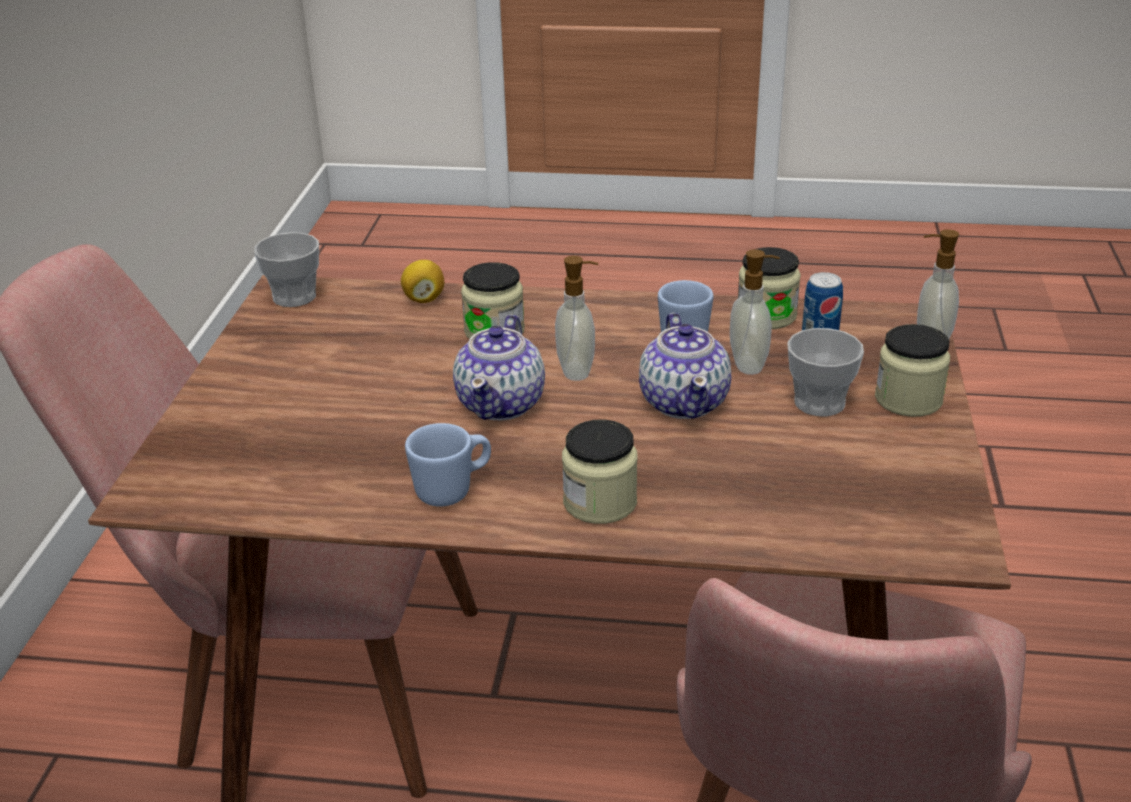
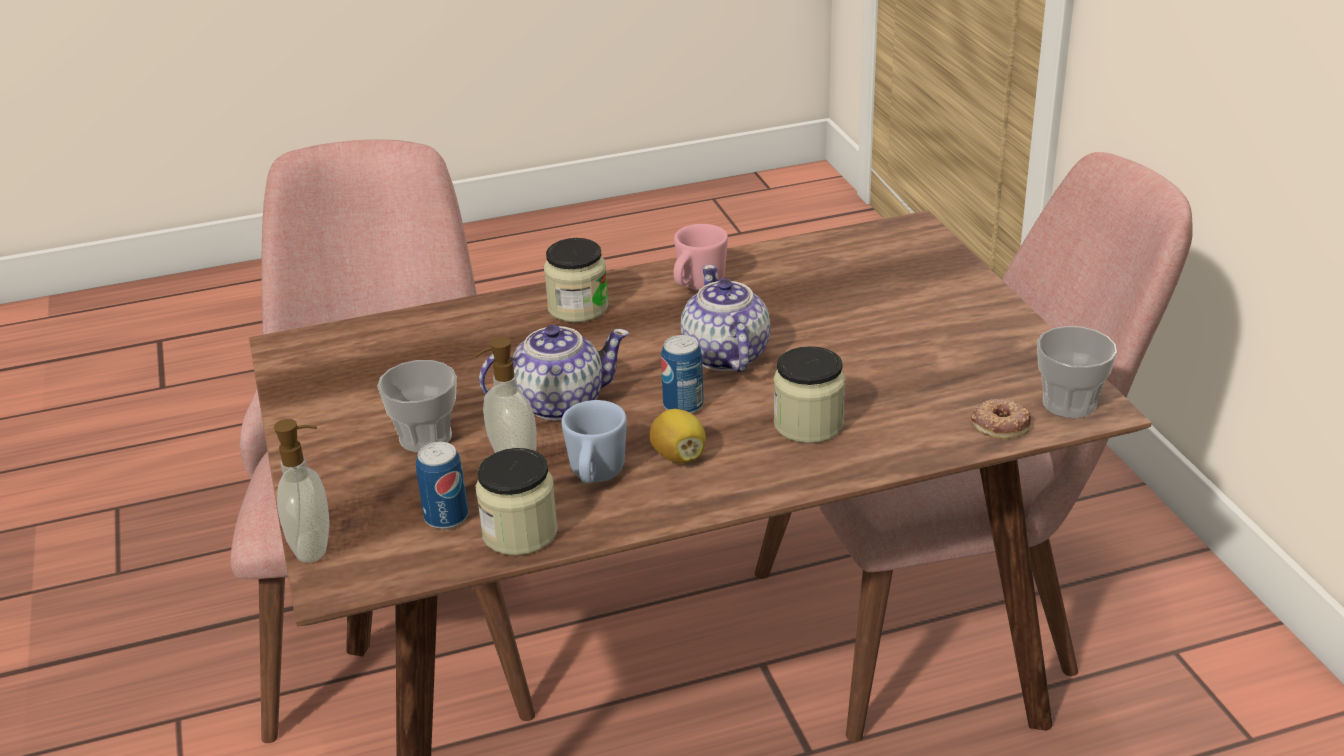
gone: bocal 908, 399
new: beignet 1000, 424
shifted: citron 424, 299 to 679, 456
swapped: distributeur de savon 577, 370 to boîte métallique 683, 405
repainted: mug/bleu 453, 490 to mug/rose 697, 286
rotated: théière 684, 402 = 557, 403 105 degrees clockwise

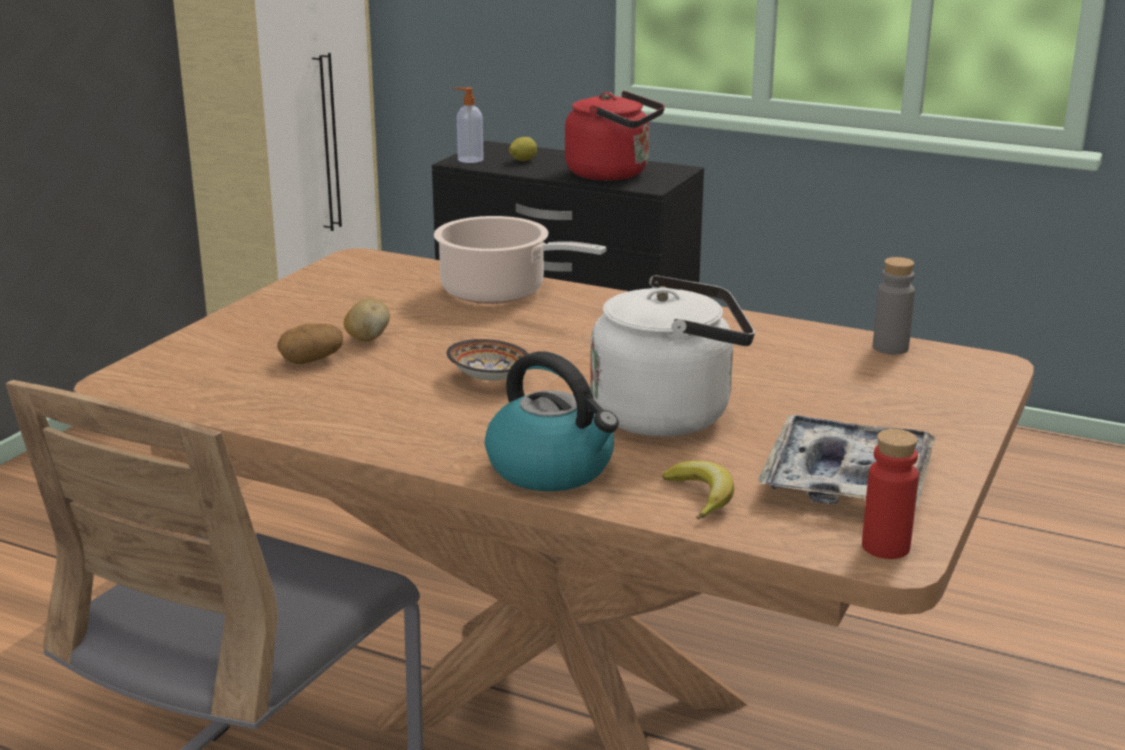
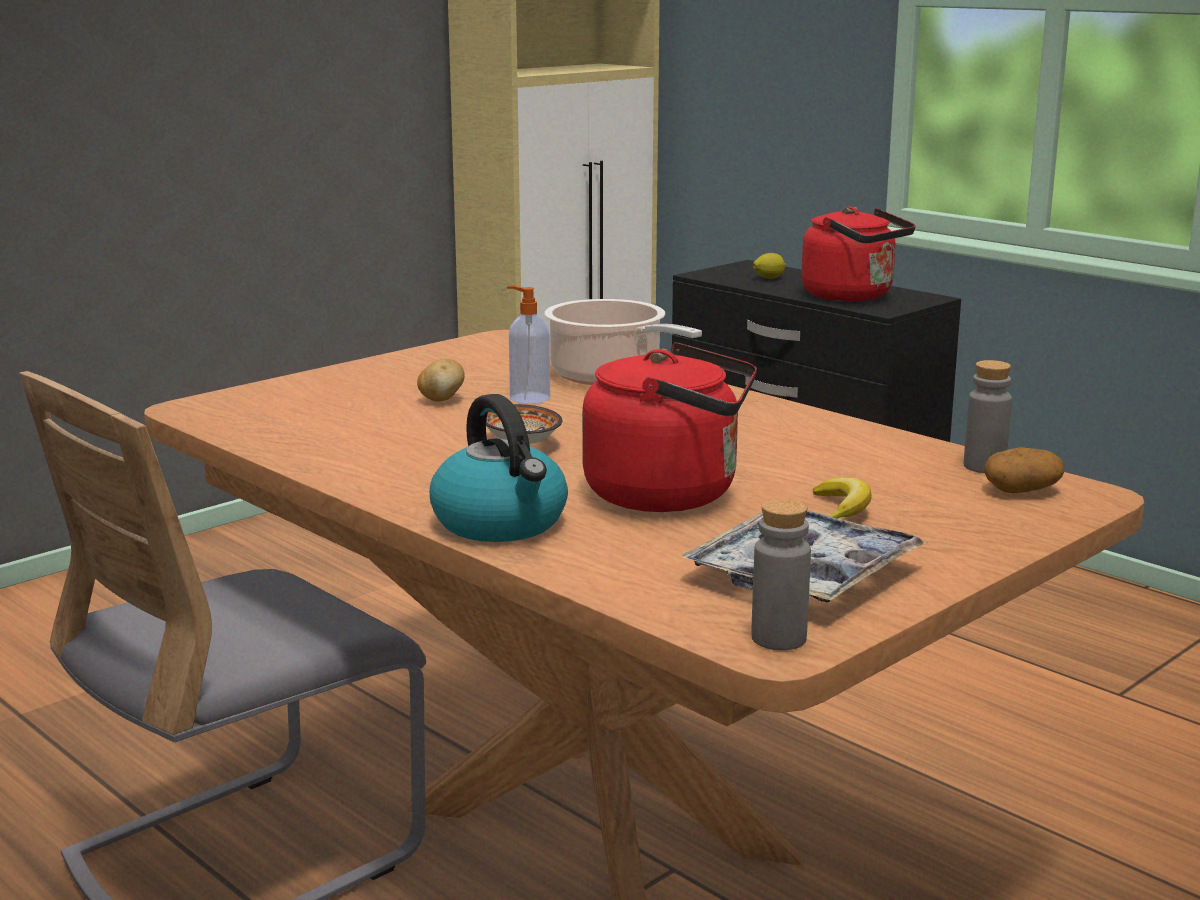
shifted: distributeur de savon 469, 160 to 528, 398; pomme de terre 312, 359 to 1022, 490; banane 701, 496 to 841, 510
repainted: bouilloire/blanc 669, 415 to bouilloire/rouge 671, 495; bouteille/rouge 885, 547 to bouteille/gris 778, 638

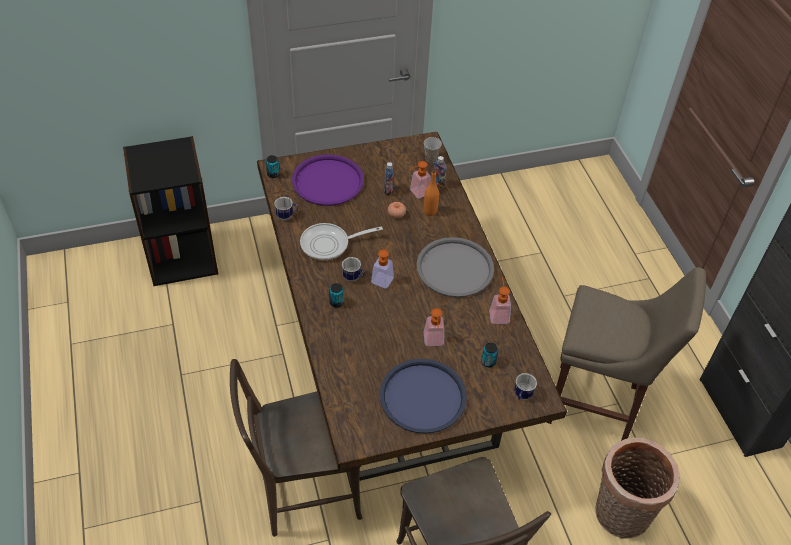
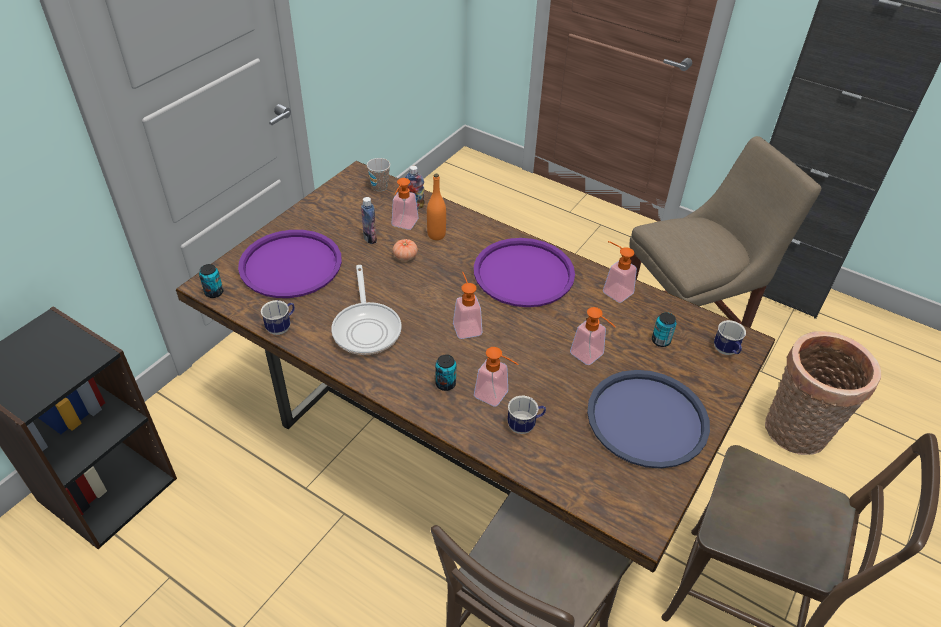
new: distributeur de savon 496, 396
shifted: mug 353, 278 to 525, 425
repainted: plateau/gris 455, 268 to plateau/violet 524, 273
rotated: poêle 329, 244 = 367, 328 45 degrees counterclockwise

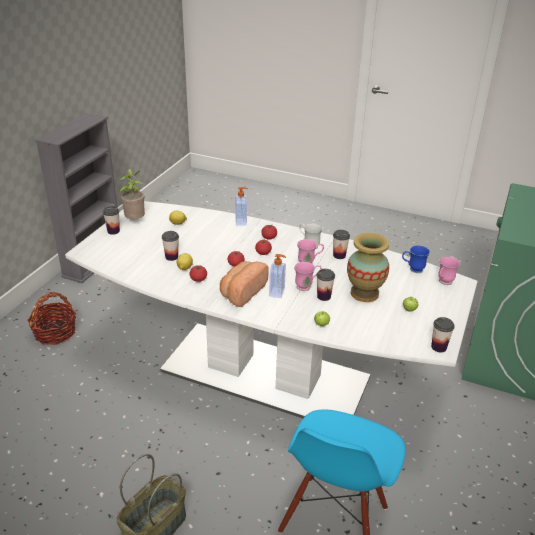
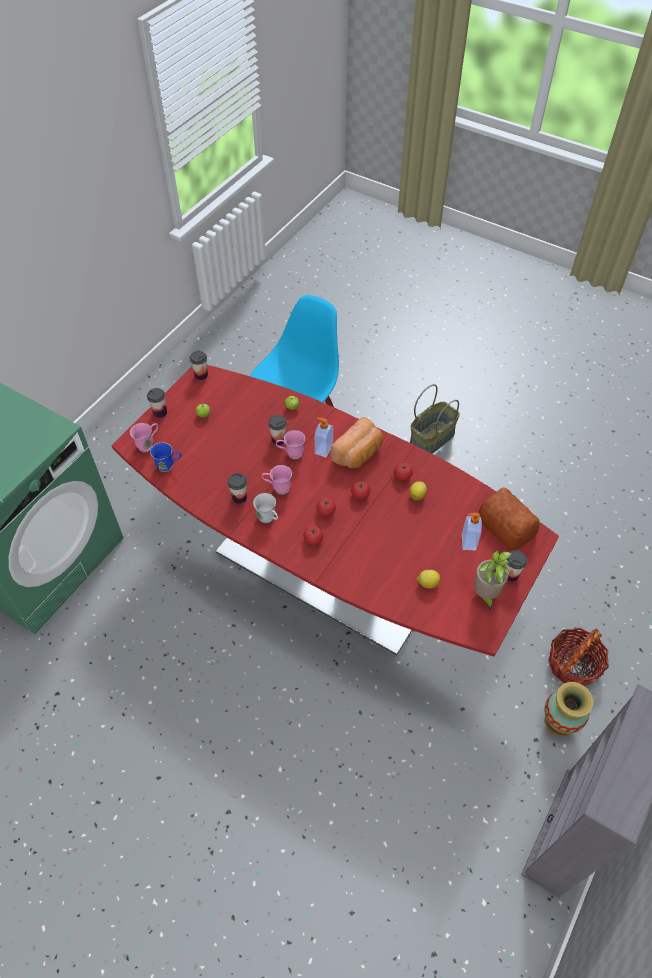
new: pain 506, 524
shifted: distributeur de savon 241, 222 to 468, 542; tasse 171, 257 to 160, 412; vase 364, 293 to 558, 722
repainted: table à manger/blanc 264, 373 to table à manger/rouge 326, 570

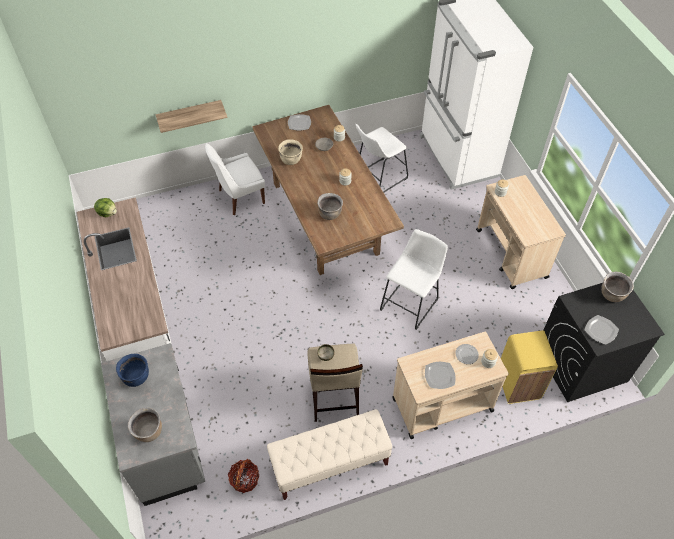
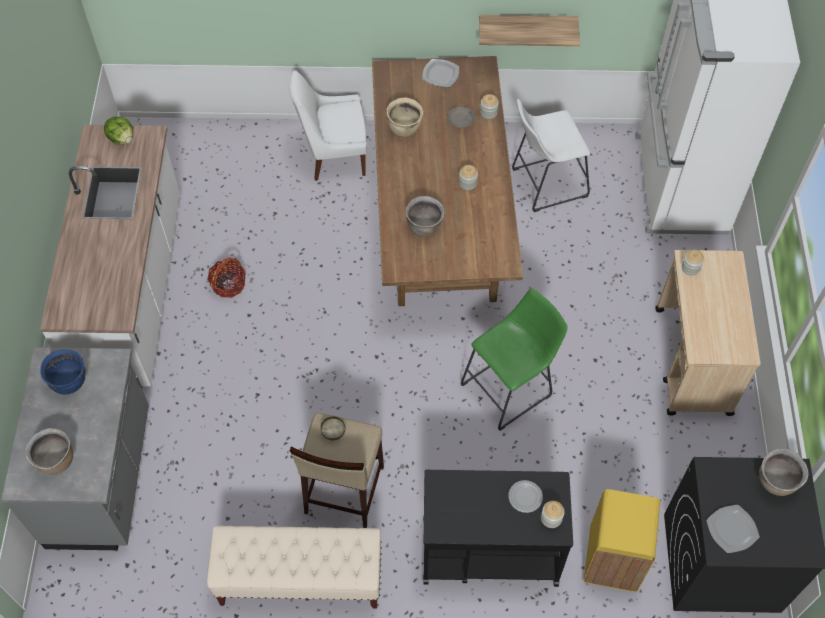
gone: assiette 439, 376
shifted: étagère 190, 115 to 527, 27; panier 244, 479 to 228, 284
repainted: tabouret/blanc 411, 302 to tabouret/vert 510, 388; chariot/beige 441, 404 to chariot/noir 489, 550

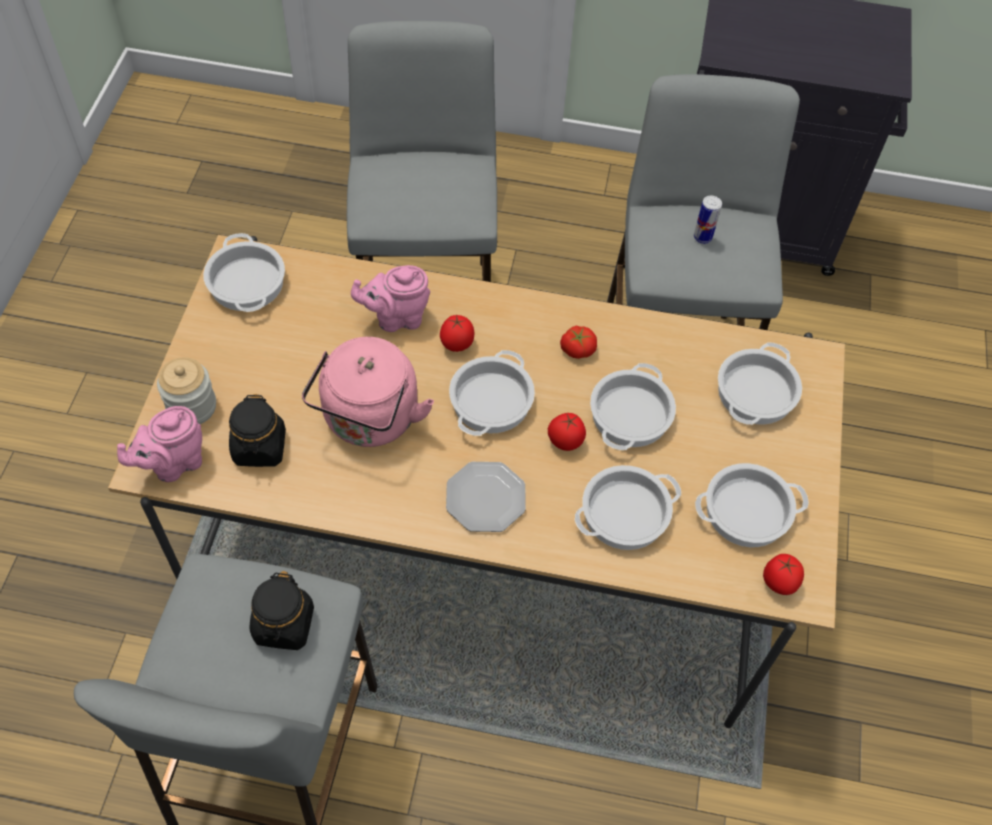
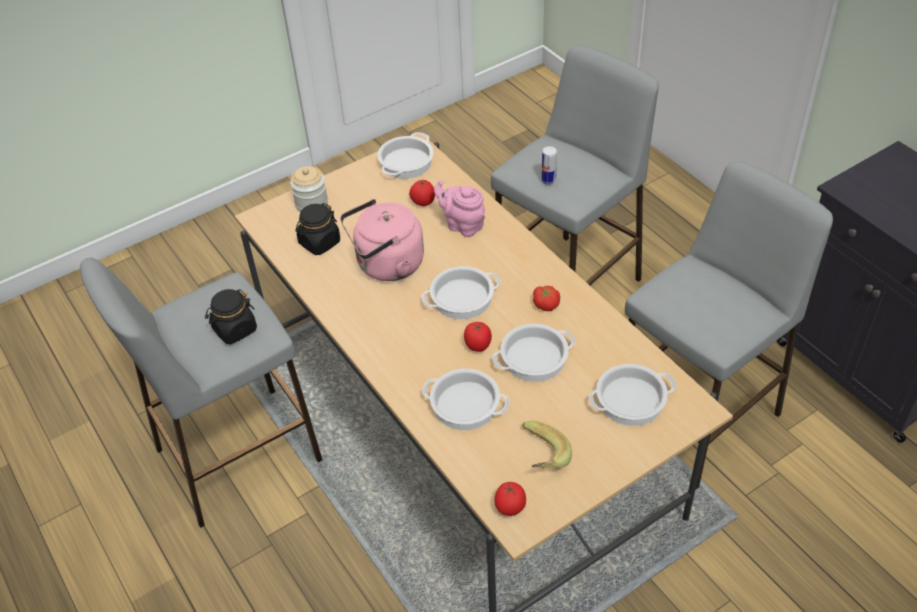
gone: théière/rose 173, 463; assiette 485, 497
shifted: boîte métallique 702, 237 to 548, 180; tomate 456, 344 to 423, 202
swapped: marmite 746, 512 to banane 539, 457

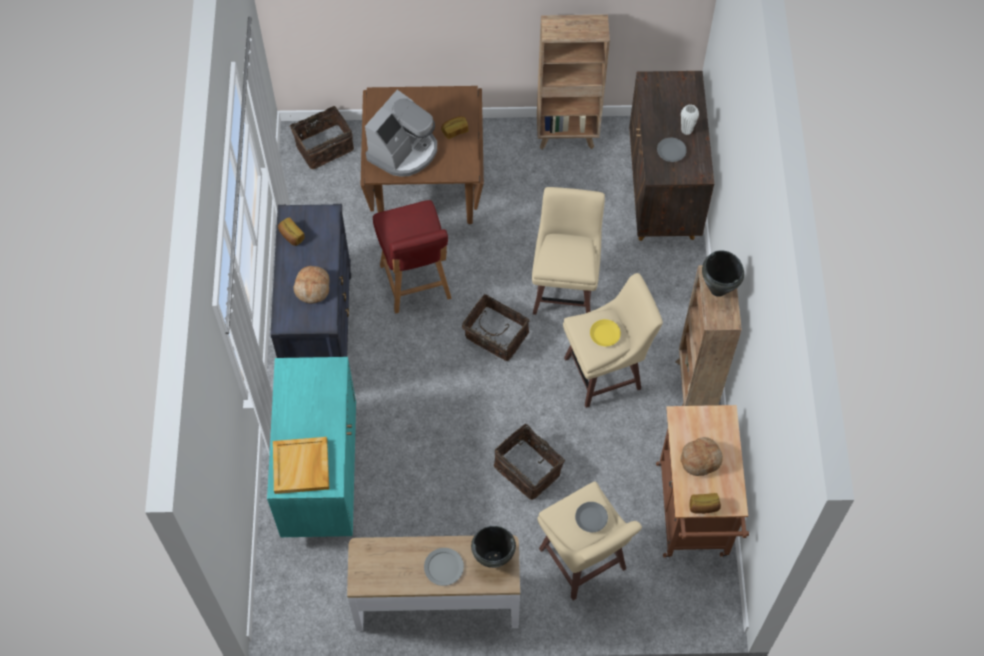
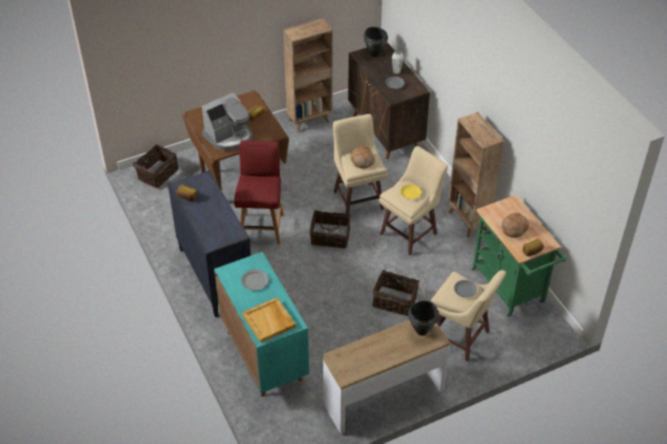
shifted: marmite/noir 718, 289 to 375, 53; pain 312, 287 to 362, 160; assiette/gris 444, 567 to 255, 280
repainted: chariot/marron 692, 517 to chariot/vert 510, 289
rotated: machine à café 403, 151 = 229, 136 45 degrees clockwise; chaise/rouge 415, 283 = 262, 227 135 degrees counterclockwise

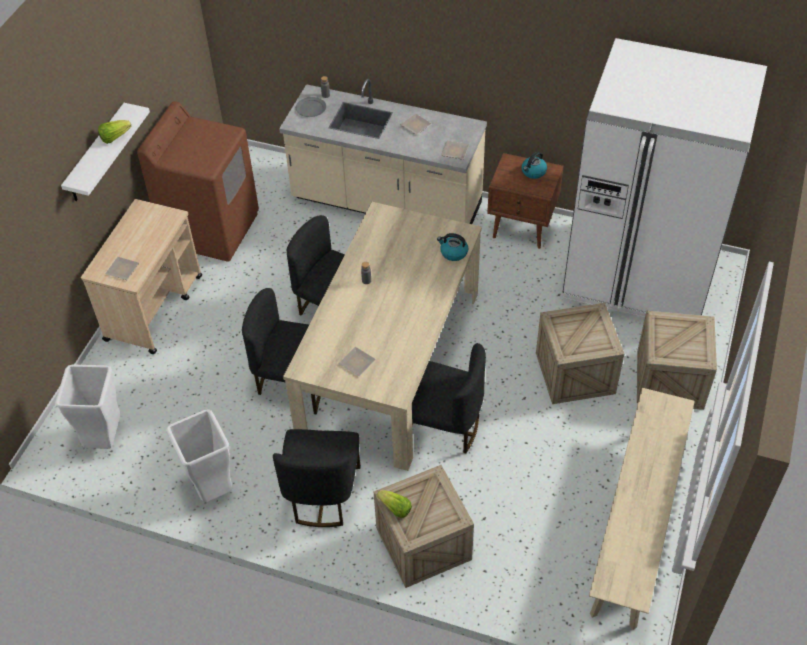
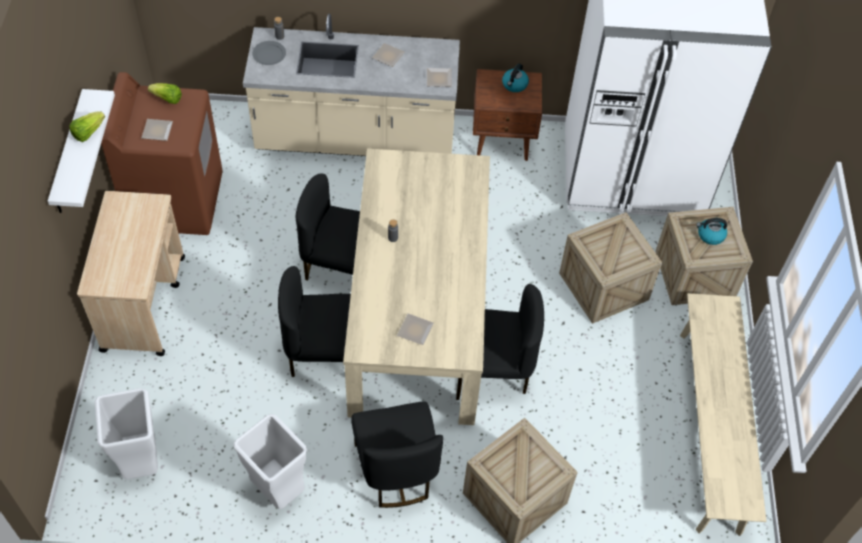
shifted: bouilloire 453, 253 to 710, 235; assiette 123, 270 to 158, 132; laitue 395, 508 to 167, 99

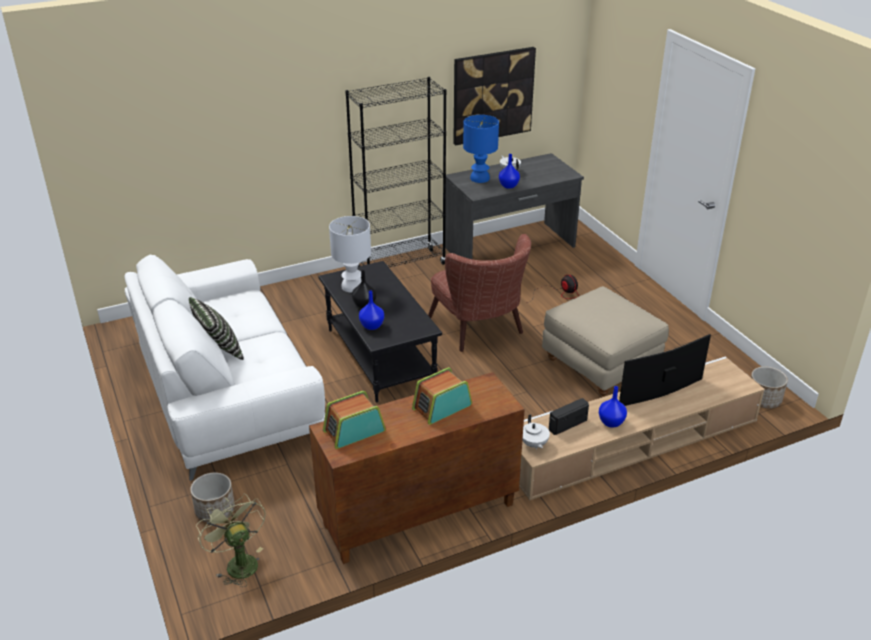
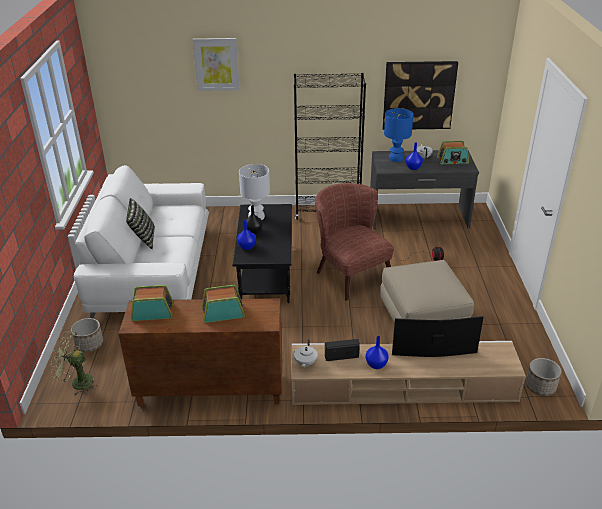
new: tableau 216, 64; radio 452, 160
rotated: fauteuil/marron 480, 331 = 350, 273 150 degrees clockwise; ventilateur/vert 238, 562 = 77, 382 75 degrees counterclockwise

